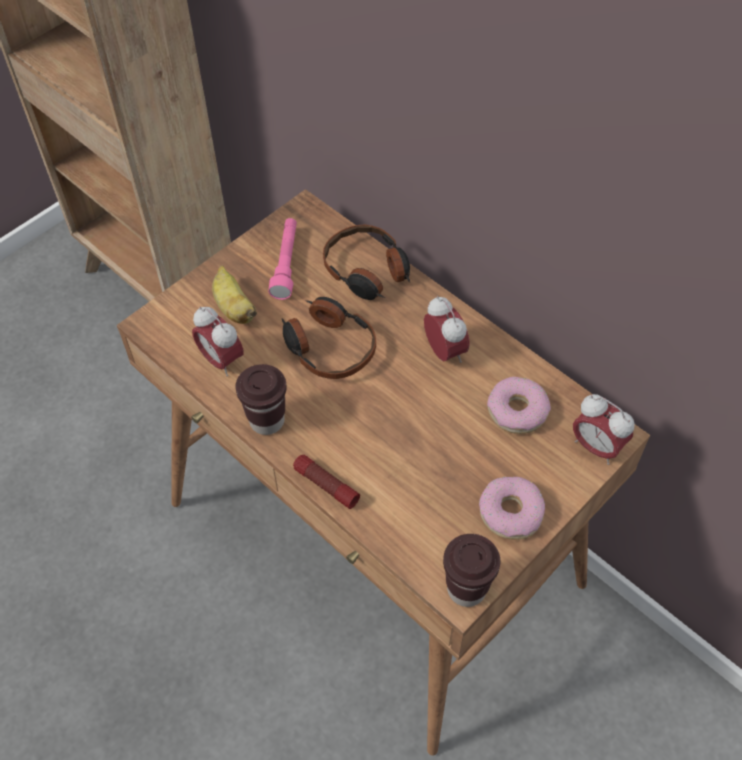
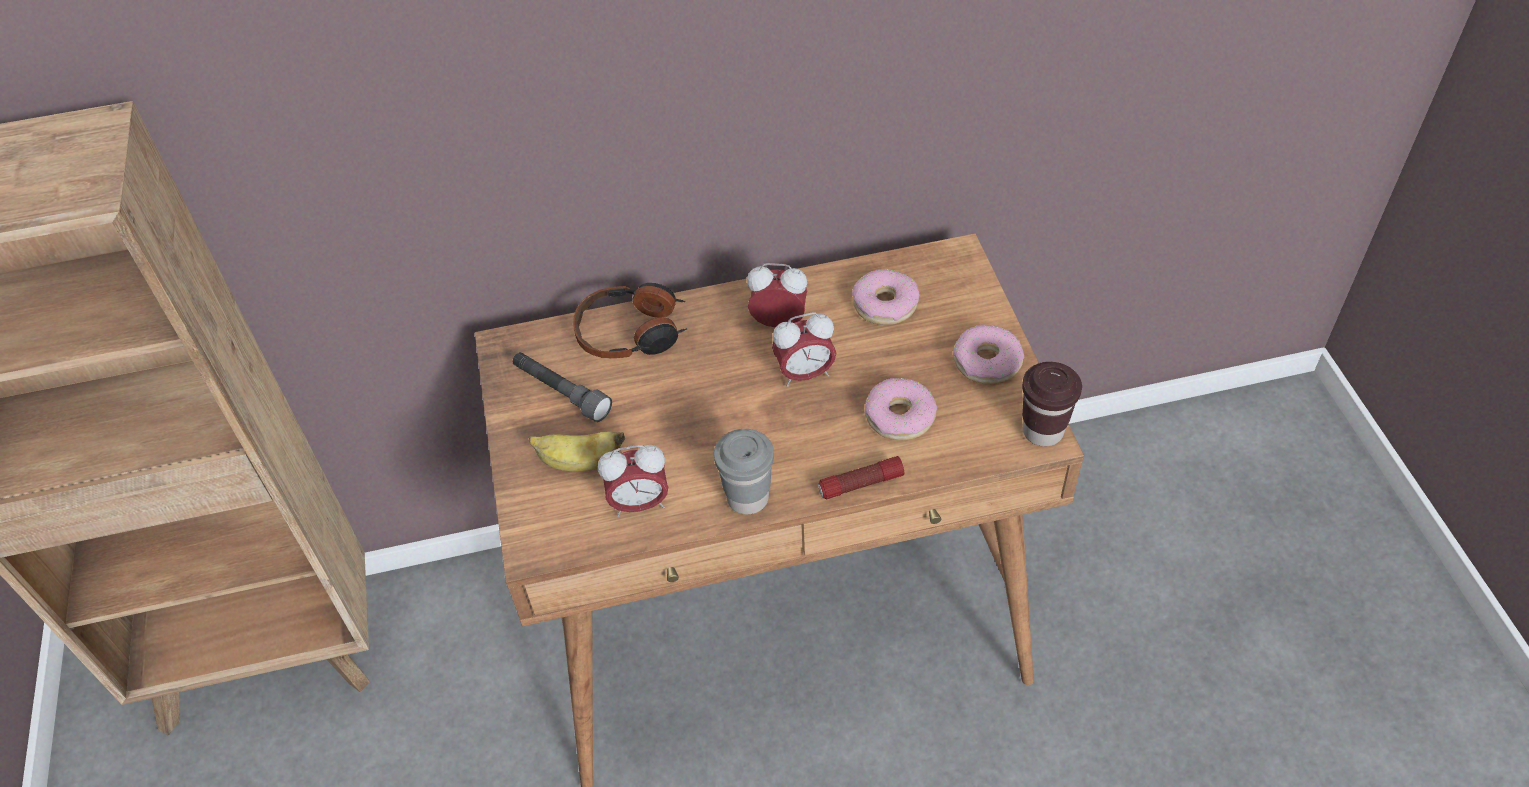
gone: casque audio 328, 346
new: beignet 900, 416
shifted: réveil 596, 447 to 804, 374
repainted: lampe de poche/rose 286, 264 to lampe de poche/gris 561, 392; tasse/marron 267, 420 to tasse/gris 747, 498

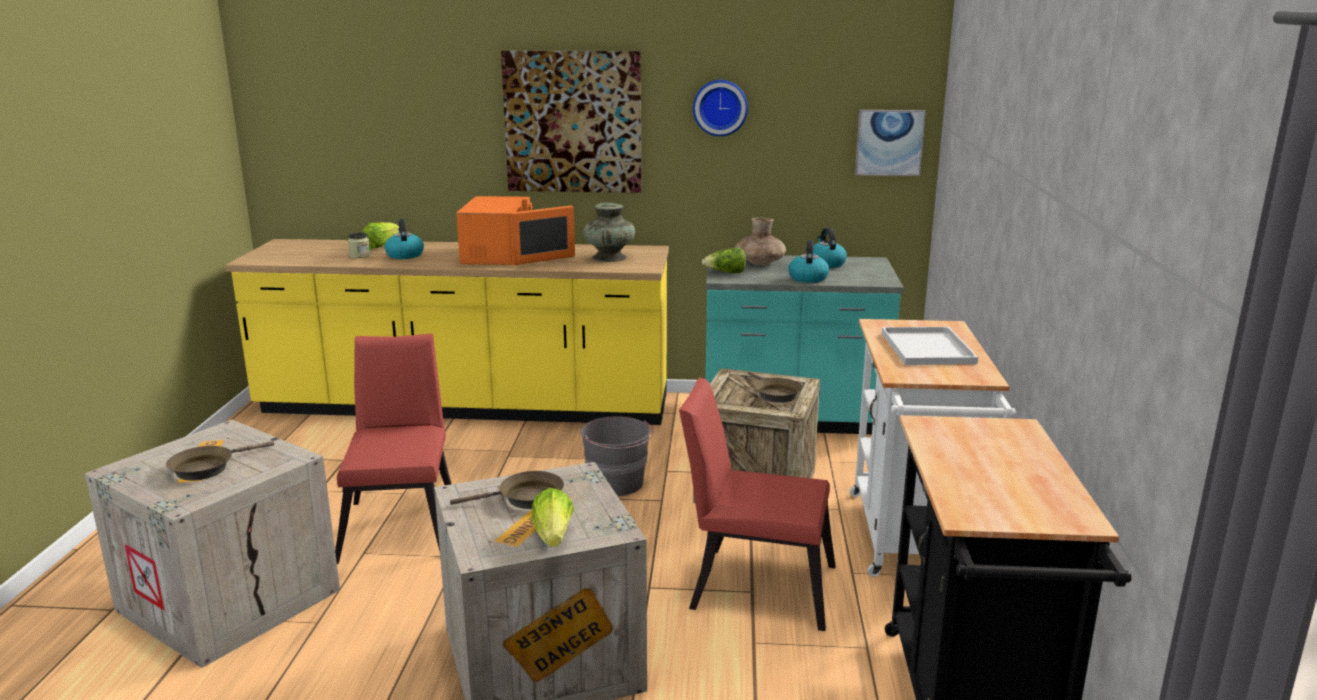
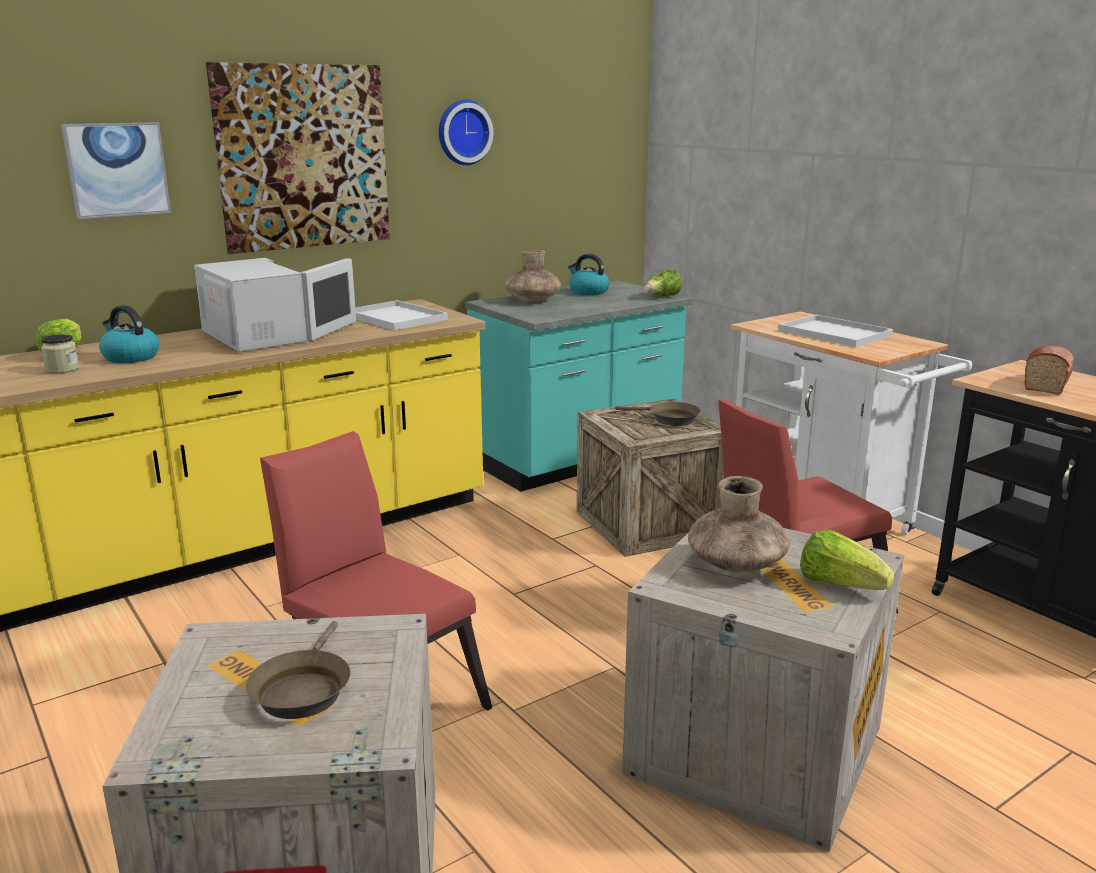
gone: bouilloire 808, 278; seau/gris 617, 484
new: pain 1047, 383
shifted: tableau 889, 142 to 117, 170; laitue 726, 273 to 662, 297
swapped: vase/turquoise 609, 257 to plateau/blanc 394, 317; poêle/marron 525, 498 to vase/marron 736, 564
repainted: micro-ondes/orange 500, 255 to micro-ondes/blanc 262, 336

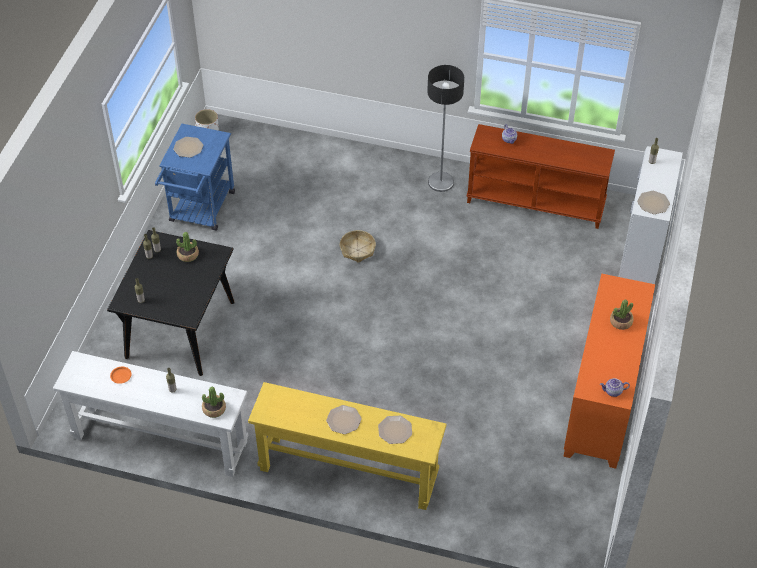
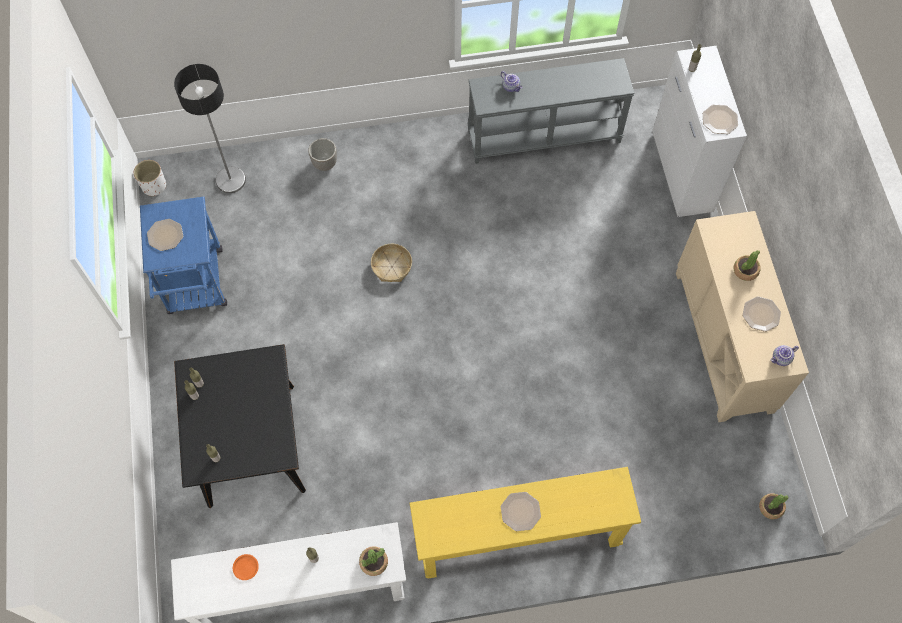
new: cache-pot 324, 163
shifted: lampadaire 441, 182 to 231, 180; plante en pot 188, 255 to 771, 507; assiette 394, 430 to 760, 314
repainted: table console/marron 536, 202 to table console/gris 544, 136; meuble de rangement/orange 603, 401 to meuble de rangement/beige 724, 341

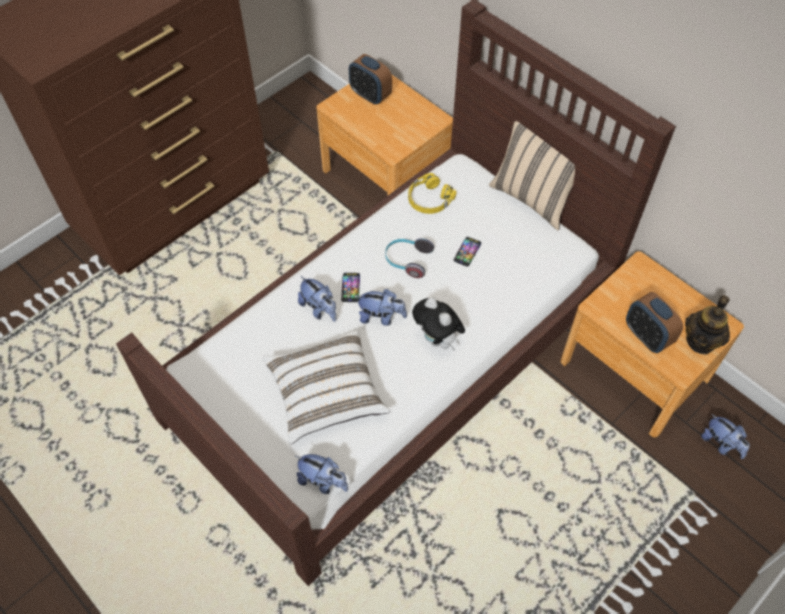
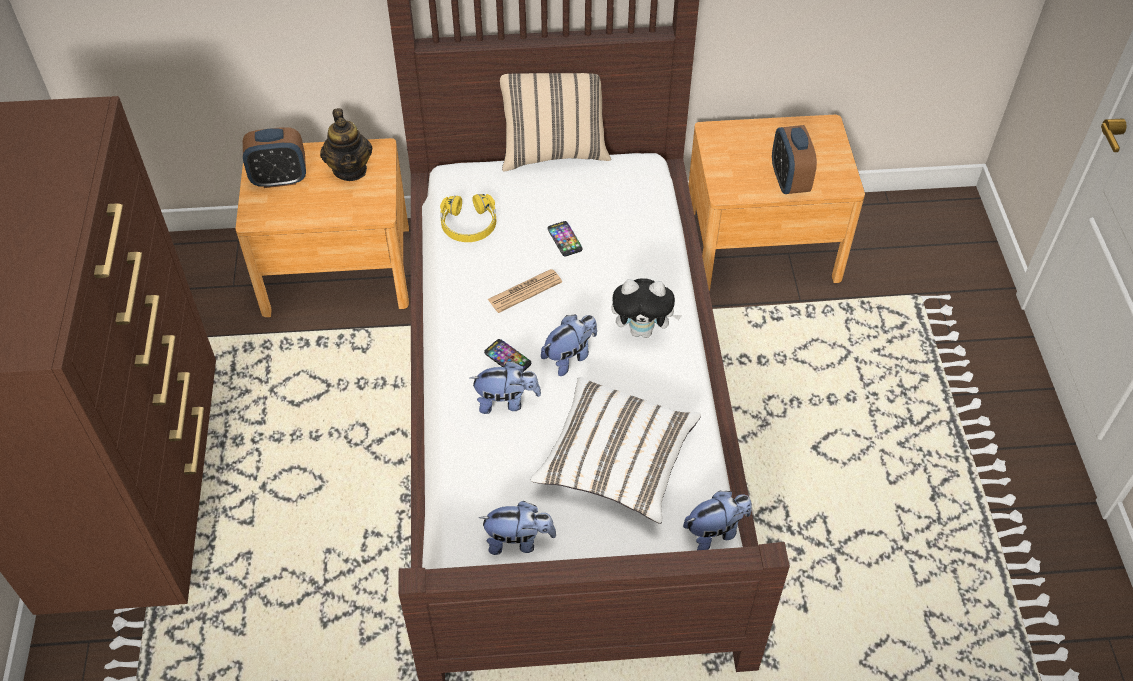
shifted: théière 701, 341 to 350, 169; peluche 721, 444 to 518, 541
swapped: casque audio 407, 261 to journal 525, 291
rotated: réveil 647, 336 = 789, 181 75 degrees clockwise

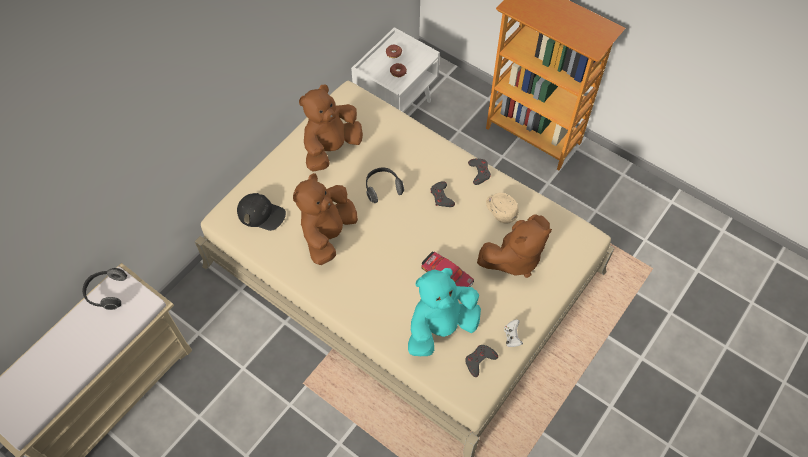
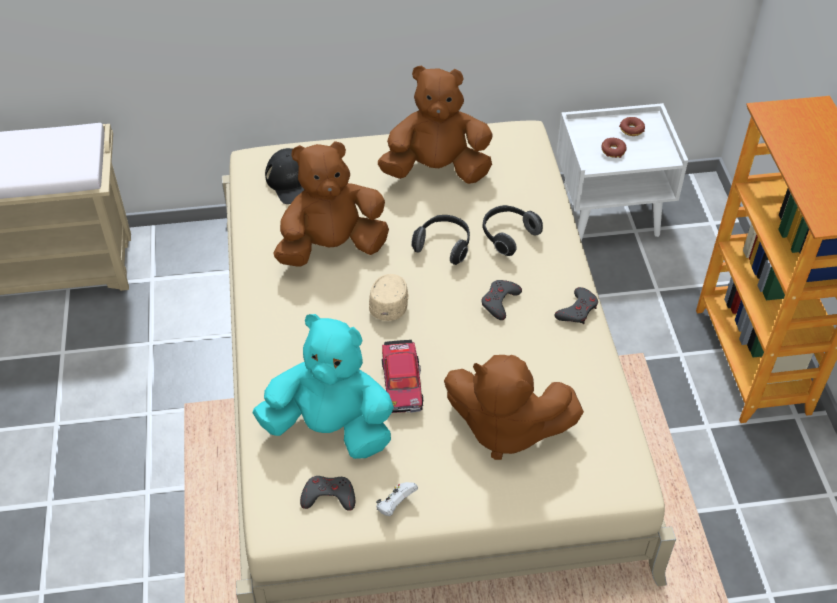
shifted: casquette/beige 500, 210 to 390, 302; casque audio 107, 293 to 508, 236

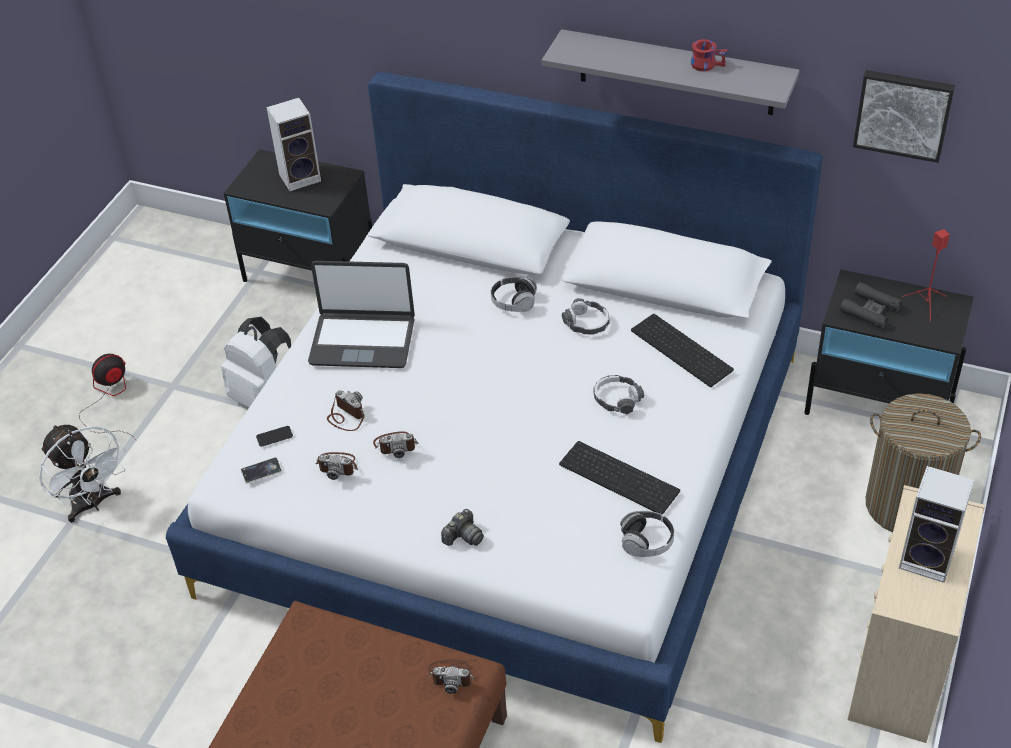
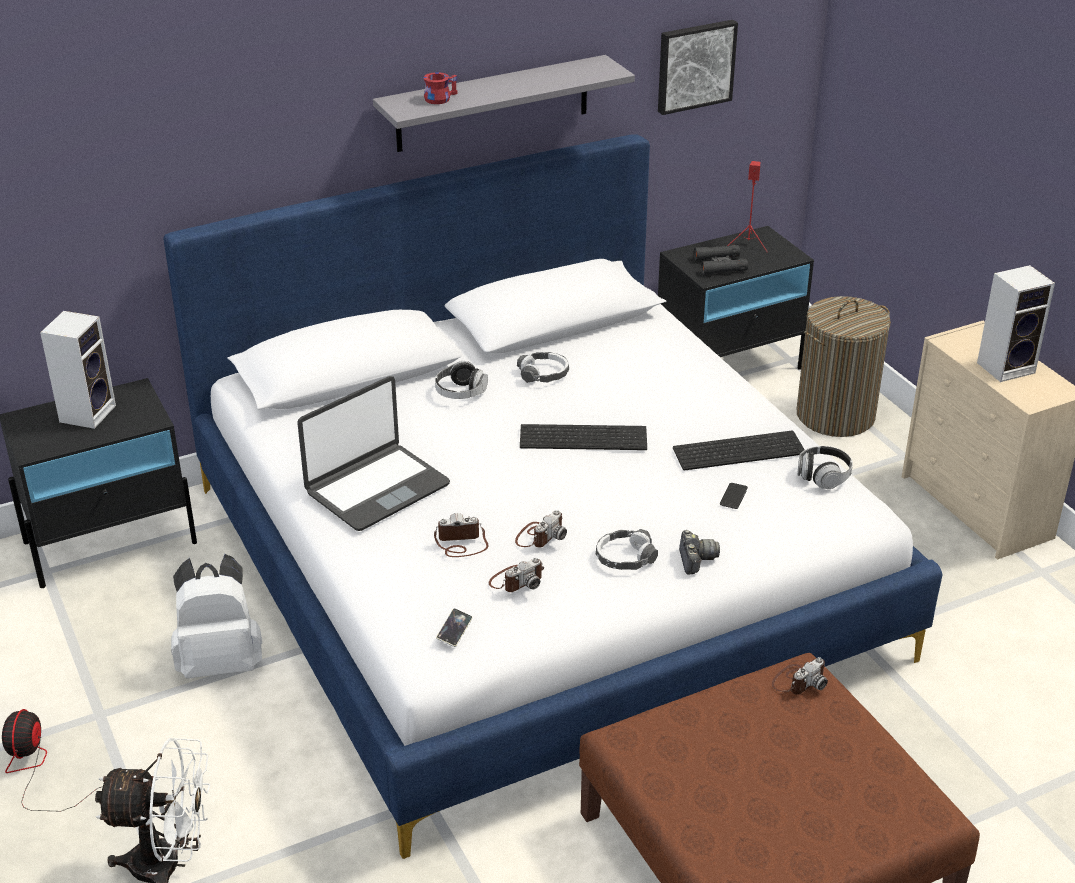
shifted: mug/rouge 707, 64 to 439, 97; clavier 683, 350 to 584, 436; casque audio 617, 399 to 625, 557; téléphone 274, 436 to 733, 496

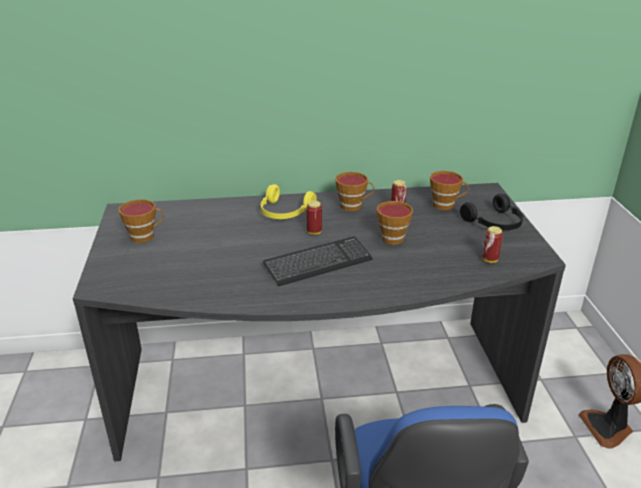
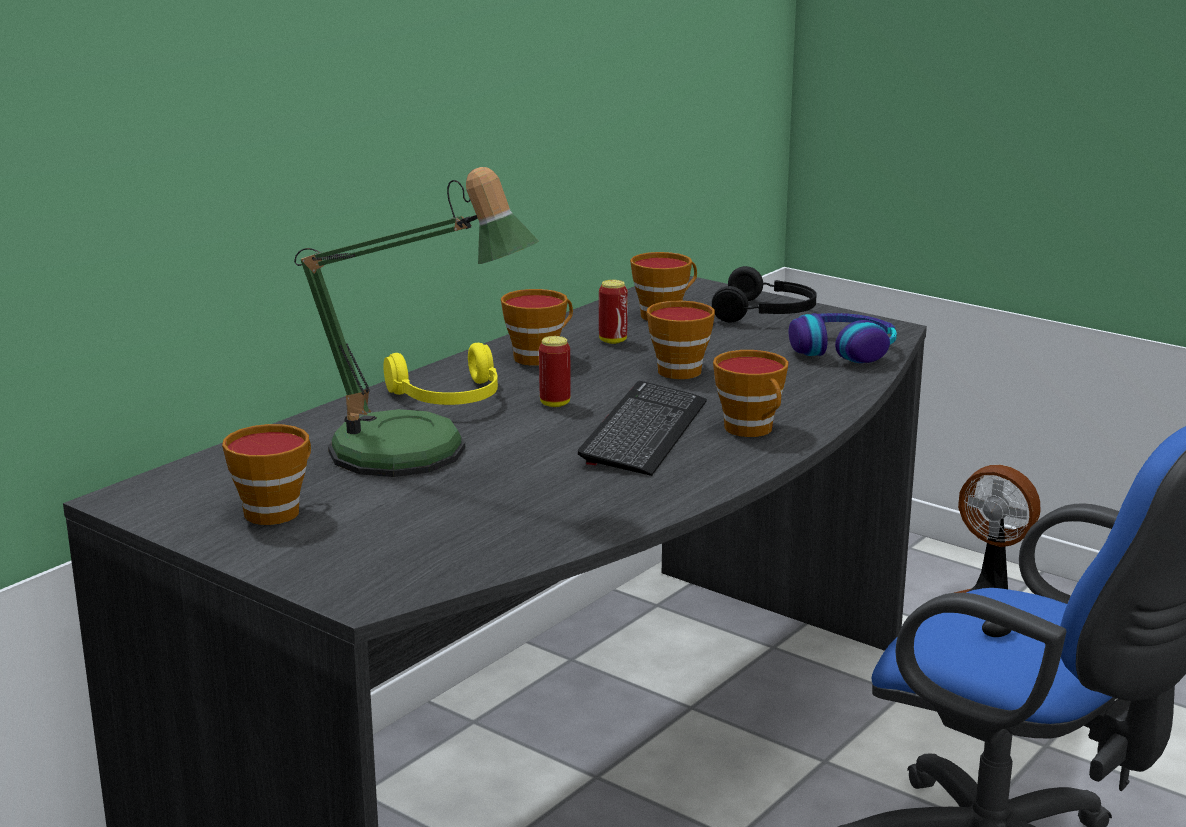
new: lampe de table 415, 456; tasse 752, 430
swapped: boîte métallique 489, 260 to casque audio 842, 350

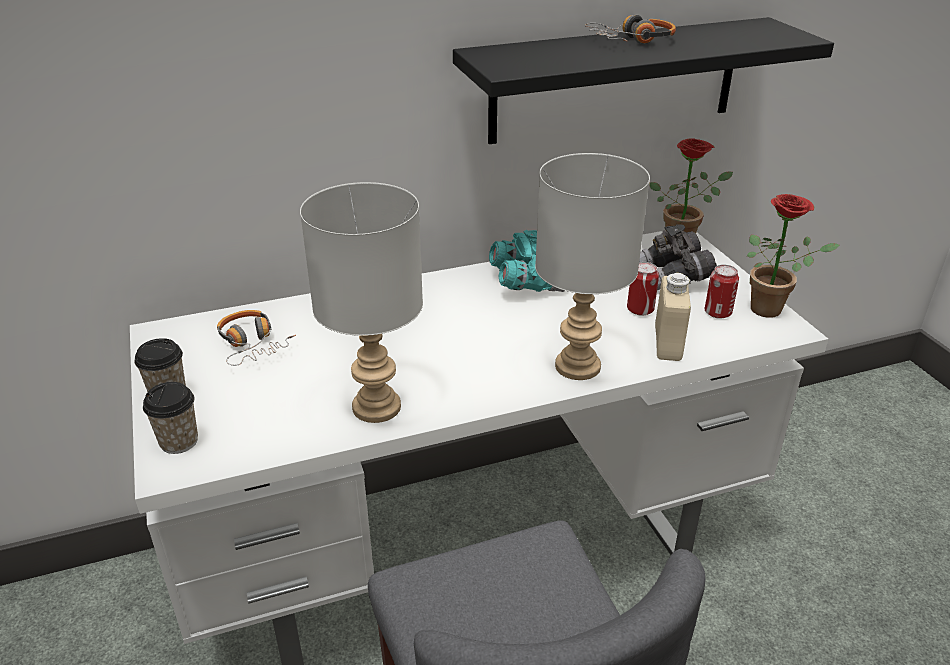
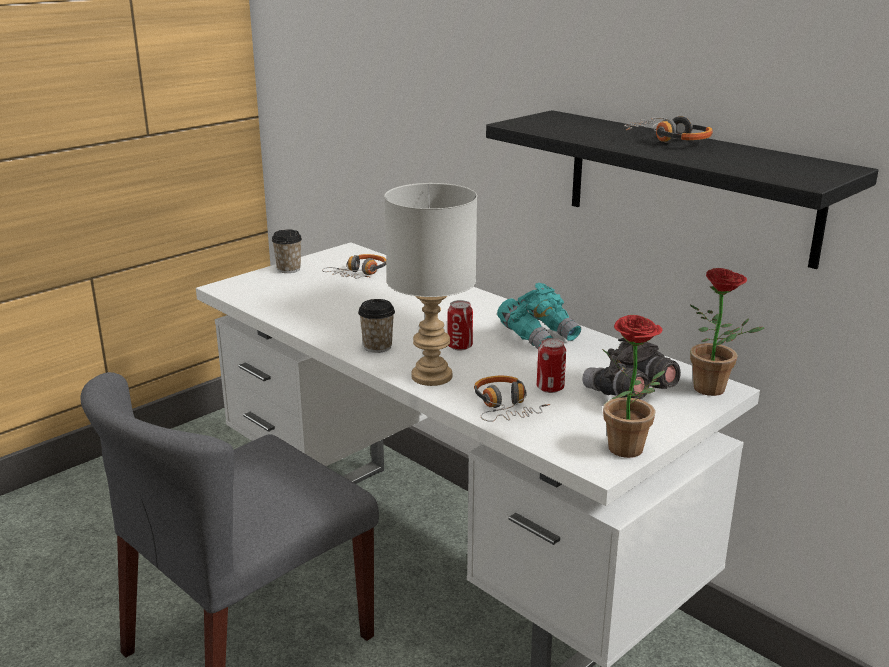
gone: lampe de table/gris 377, 406
shifted: boîte métallique 717, 313 to 460, 346; tasse 179, 441 to 377, 347
swapped: bouteille/beige 667, 343 to casque audio 505, 407

